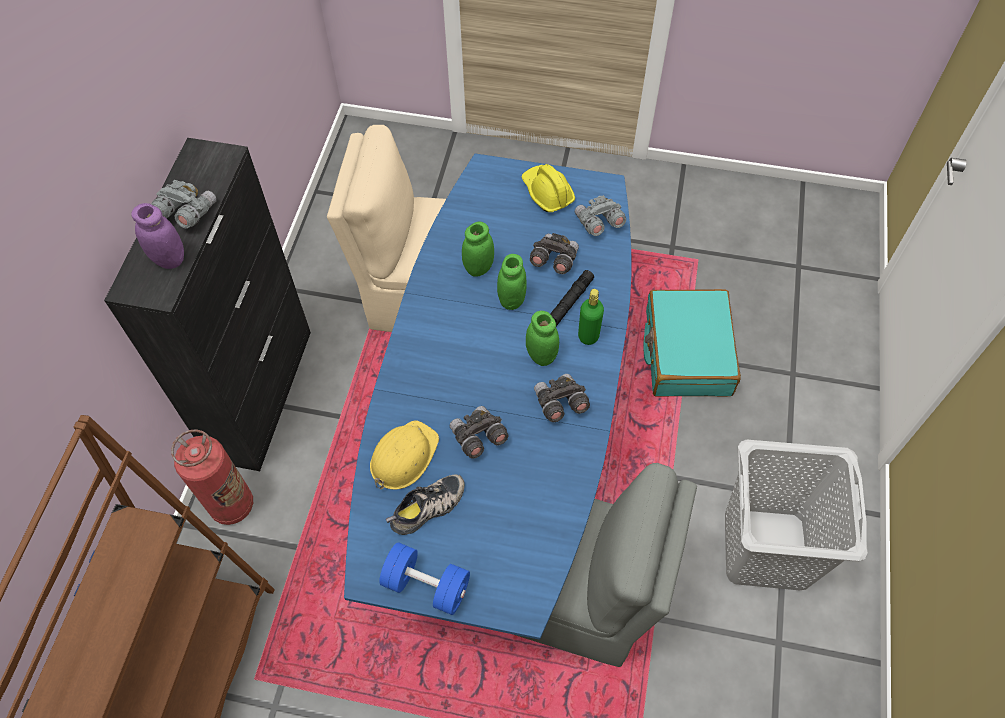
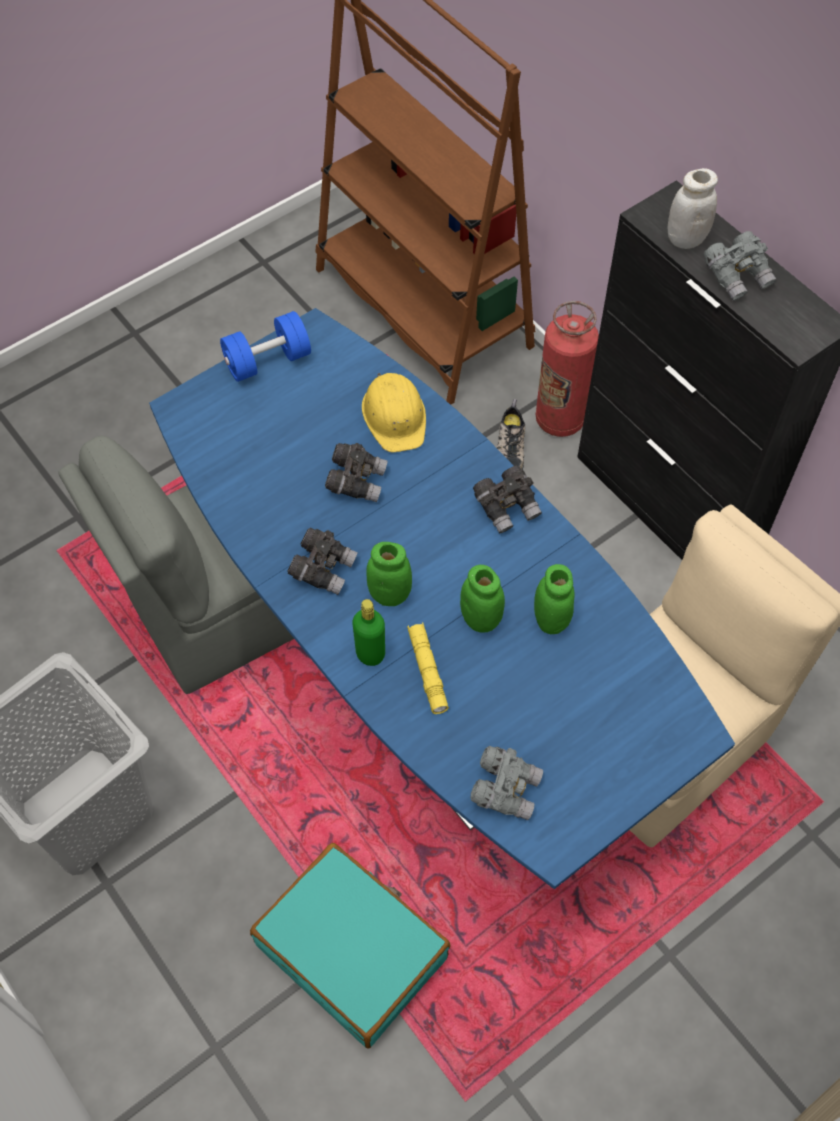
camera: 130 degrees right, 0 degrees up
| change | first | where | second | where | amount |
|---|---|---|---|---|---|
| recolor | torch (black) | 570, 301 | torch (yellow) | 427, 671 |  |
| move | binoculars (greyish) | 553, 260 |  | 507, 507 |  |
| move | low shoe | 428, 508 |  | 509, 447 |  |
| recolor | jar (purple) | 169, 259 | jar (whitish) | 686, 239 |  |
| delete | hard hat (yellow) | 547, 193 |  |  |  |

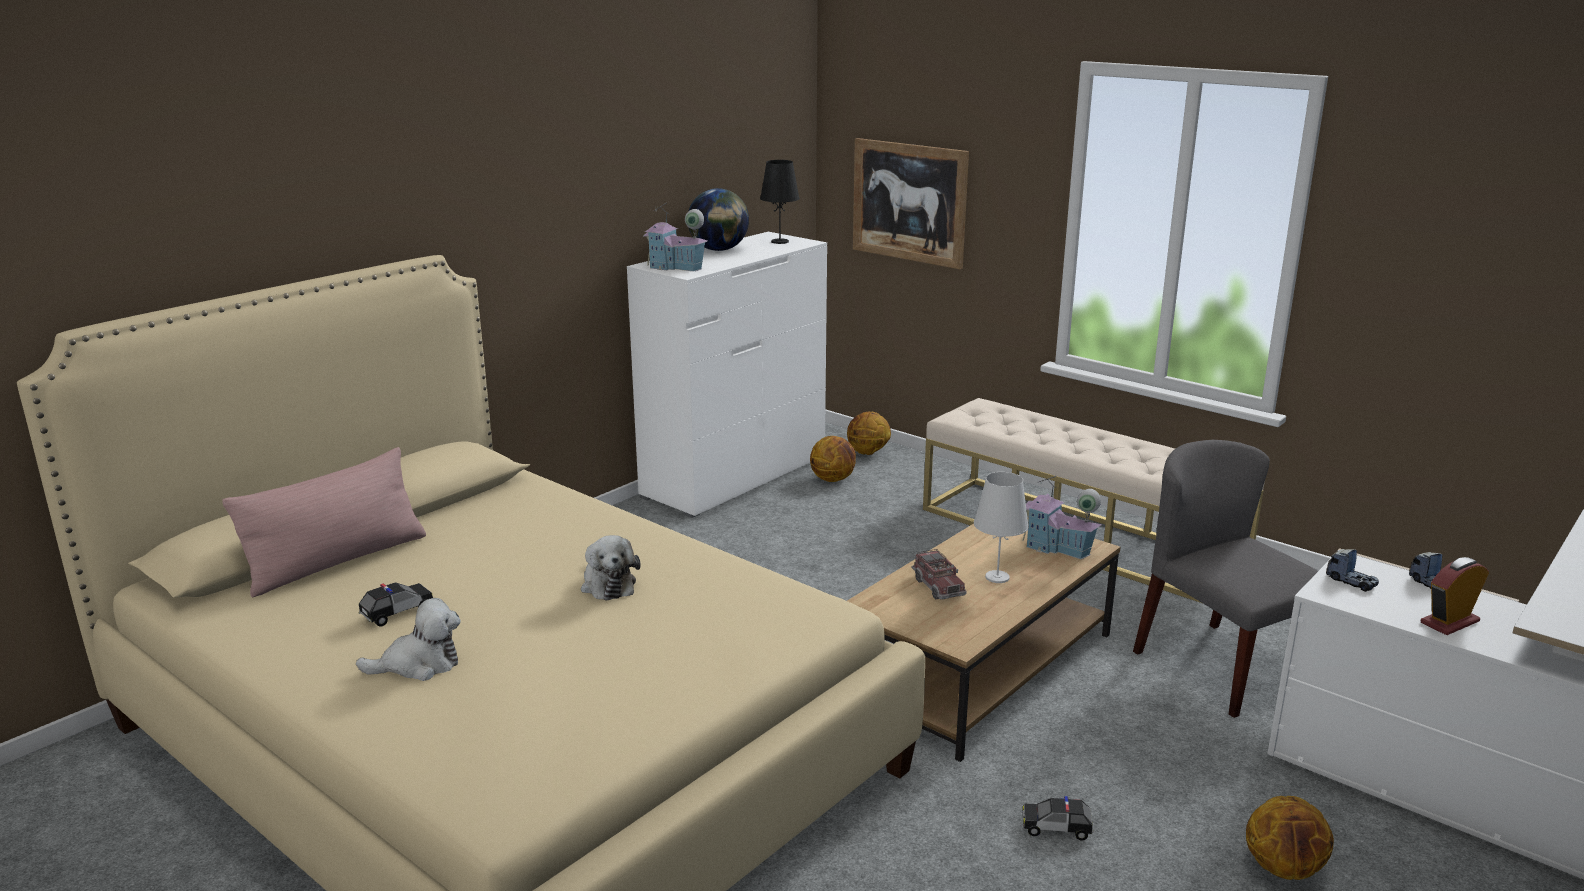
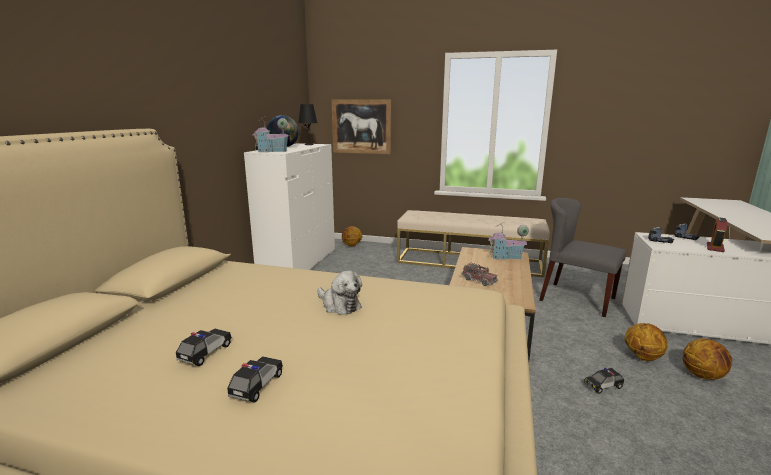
camera: 25 degrees left, 5 degrees down
| change | first | where | second | where | amount |
|---|---|---|---|---|---|
| replace | soft toy | 419, 665 | toy car | 256, 386 |  |
| move | basketball ball | 833, 479 |  | 642, 357 |  |
| delete | pillow (pink-coloured) | 337, 561 |  |  |  |
| delete | table lamp (whitish) | 997, 577 |  |  |  |

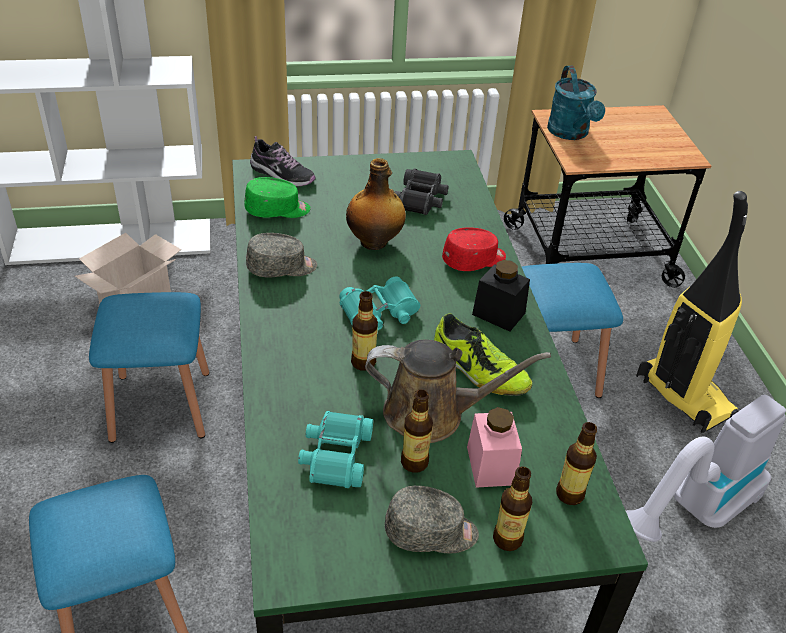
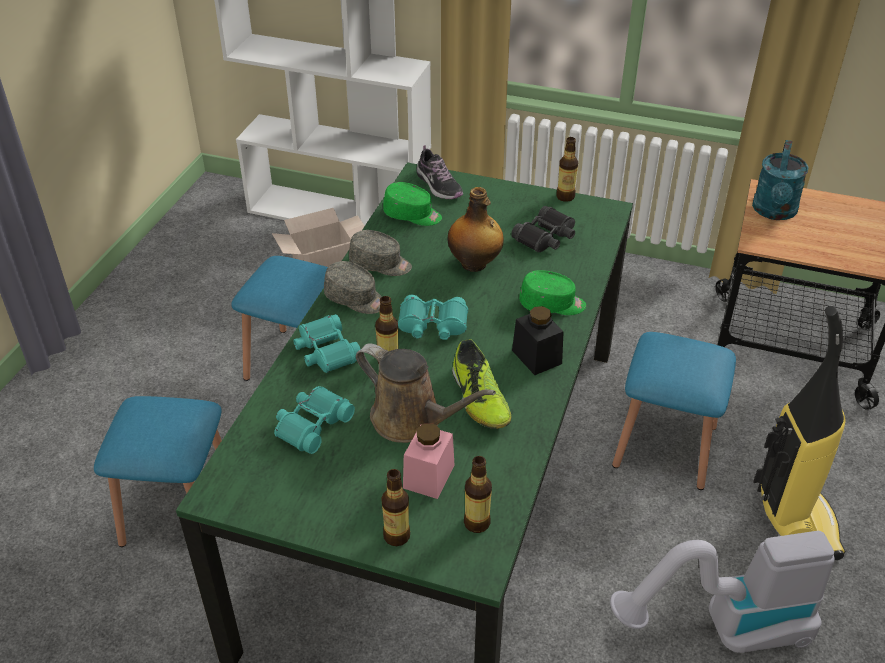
camera: 30 degrees right, 0 degrees up
| change | first | where | second | where | amount |
|---|---|---|---|---|---|
| insert |  |  | binoculars (blue-green) | 326, 351 |  |
| move | cap (greyish) | 431, 532 |  | 355, 299 |  |
| recolor | cap (reddish) | 474, 260 | cap (green) | 552, 304 |  |
| move | beverage bottle | 414, 462 |  | 565, 197 |  |

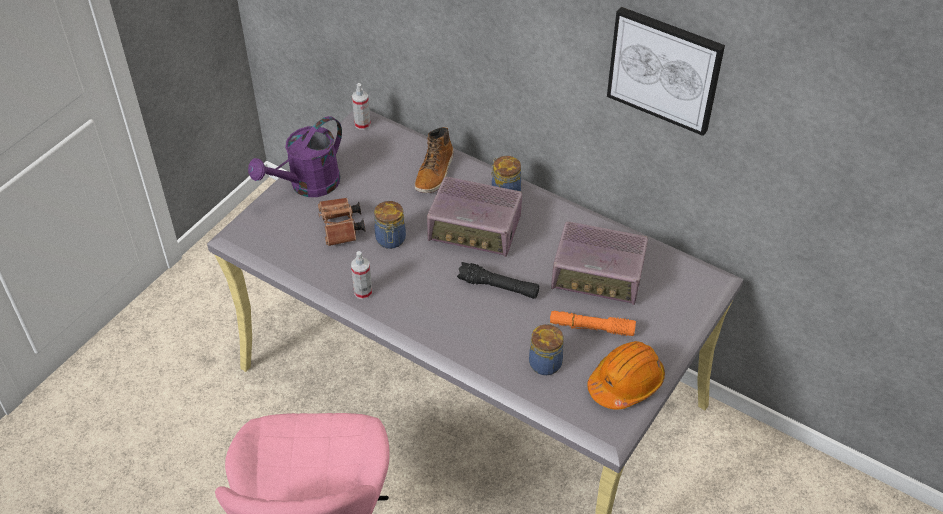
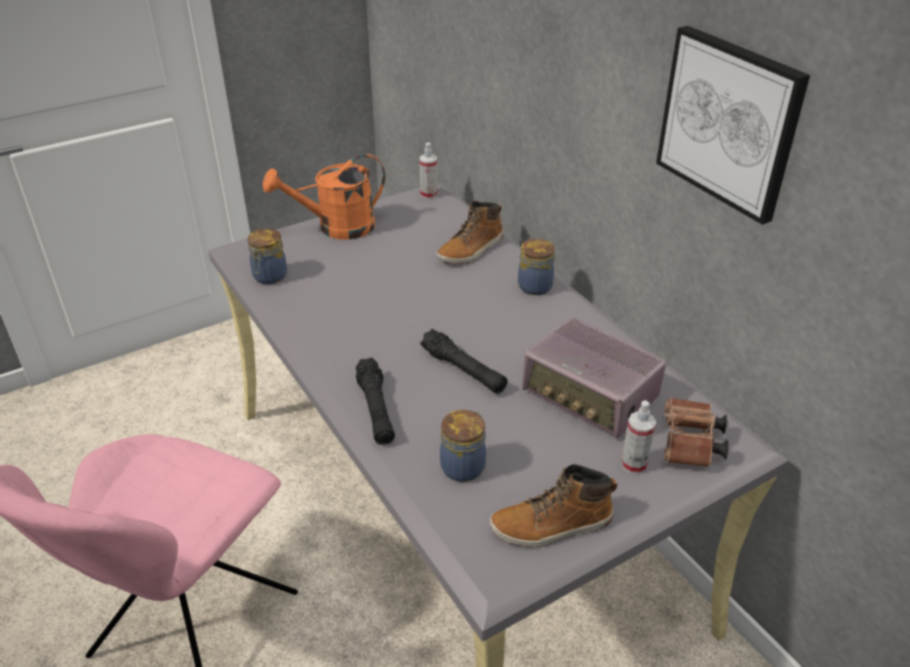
camera: 25 degrees right, 10 degrees down
| change | first | where | second | where | amount |
|---|---|---|---|---|---|
| move | jar | 390, 240 |  | 269, 277 |  |
| recolor | sprinkling can (purple) | 307, 186 | sprinkling can (orange-coloured) | 336, 228 |  |
| insert |  |  | torch (black) | 376, 409 |  |
| replace | hard hat (orange-coloured) | 626, 383 | high-top boot | 552, 526 |  |
| move | sprayer | 363, 292 |  | 634, 464 |  |
| move | binoculars (brown) | 341, 229 |  | 690, 445 |  |
| delete | radio set | 475, 230 |  |  |  |
| delete | torch (orange-coloured) | 591, 327 |  |  |  |

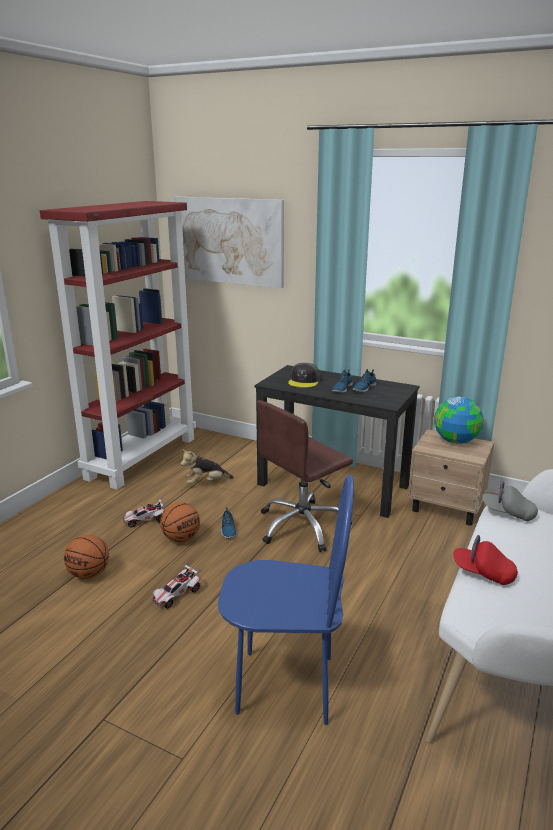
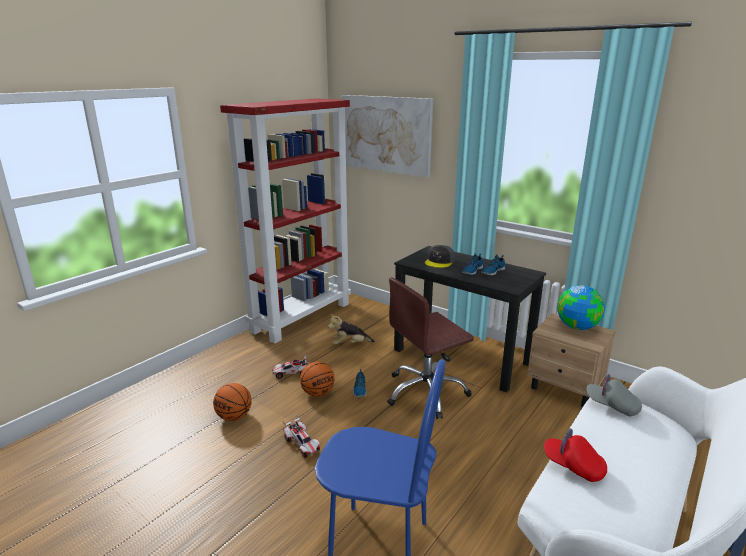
camera: 10 degrees right, 0 degrees up
| change | first | where | second | where | amount |
|---|---|---|---|---|---|
| rotate | toy car | 177, 595 |  | 302, 445 | 90 degrees counterclockwise |

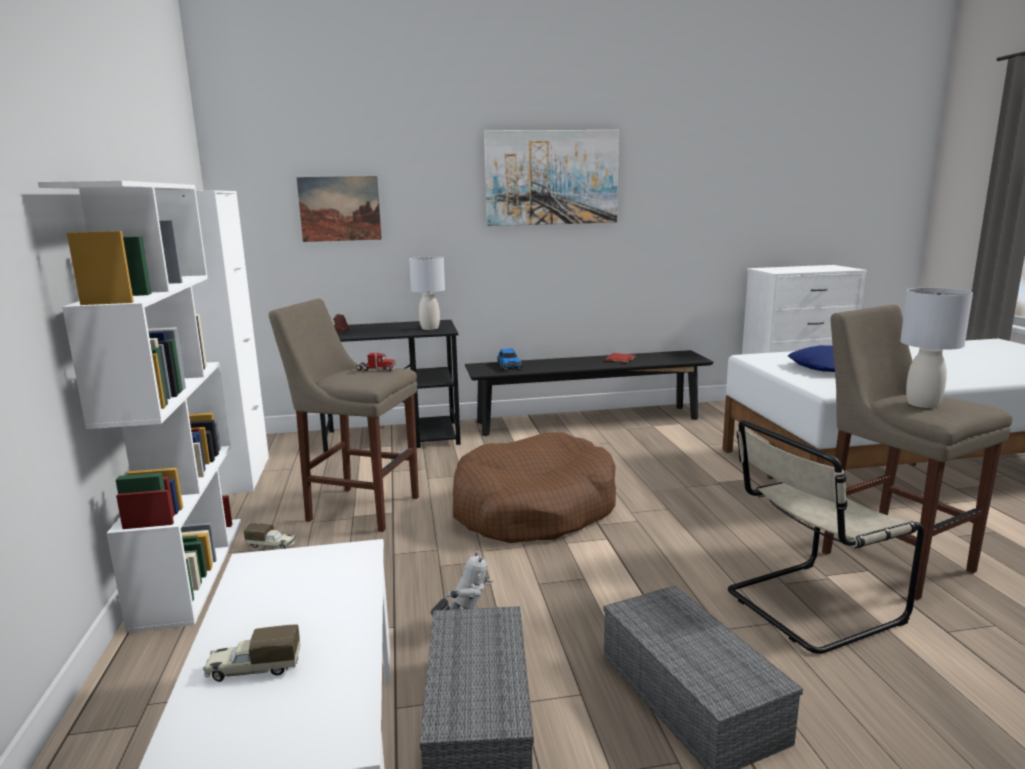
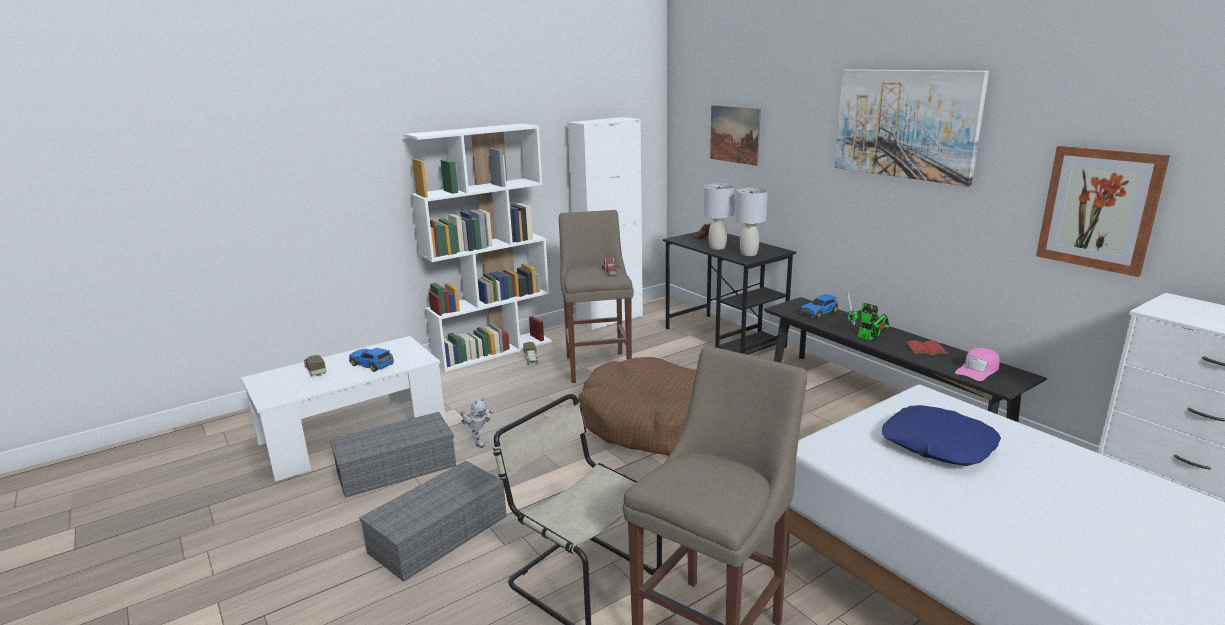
camera: 65 degrees right, 5 degrees up
| change | first | where | second | where | amount |
|---|---|---|---|---|---|
| insert |  |  | toy car | 372, 364 |  |
| move | table lamp (greyish) | 923, 404 |  | 717, 247 |  |
| insert |  |  | robot figure | 867, 338 |  |
| insert |  |  | cap (pink-coloured) | 978, 370 |  |
| insert |  |  | picture | 1099, 209 |  |

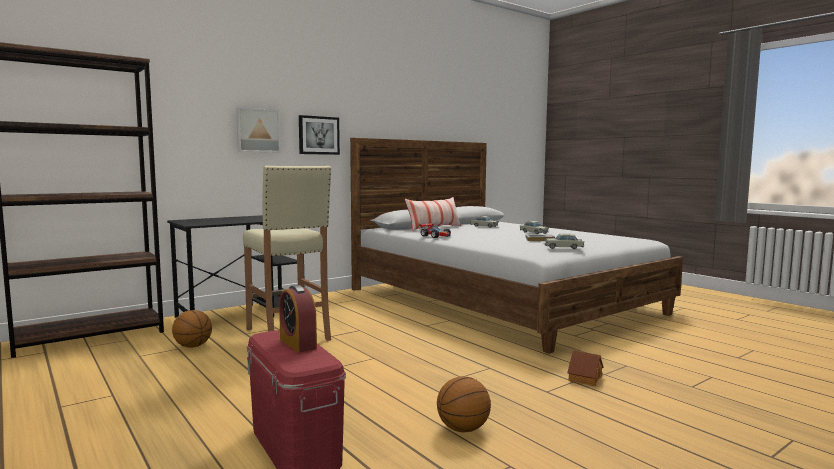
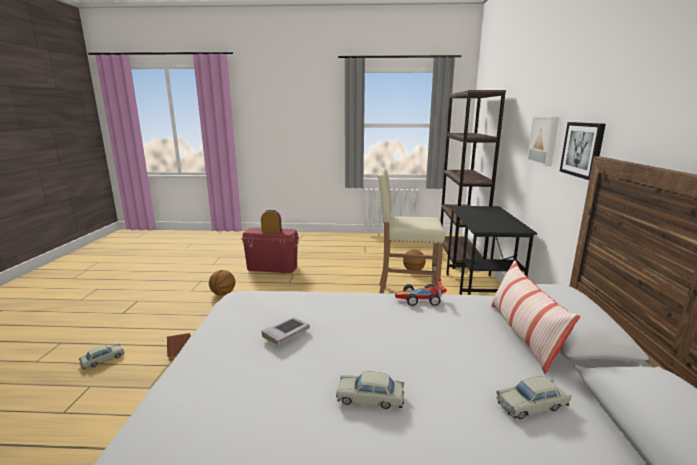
camera: 130 degrees right, 10 degrees up
| change | first | where | second | where | amount |
|---|---|---|---|---|---|
| move | toy car (beige-coloured) | 563, 247 |  | 103, 360 |  |

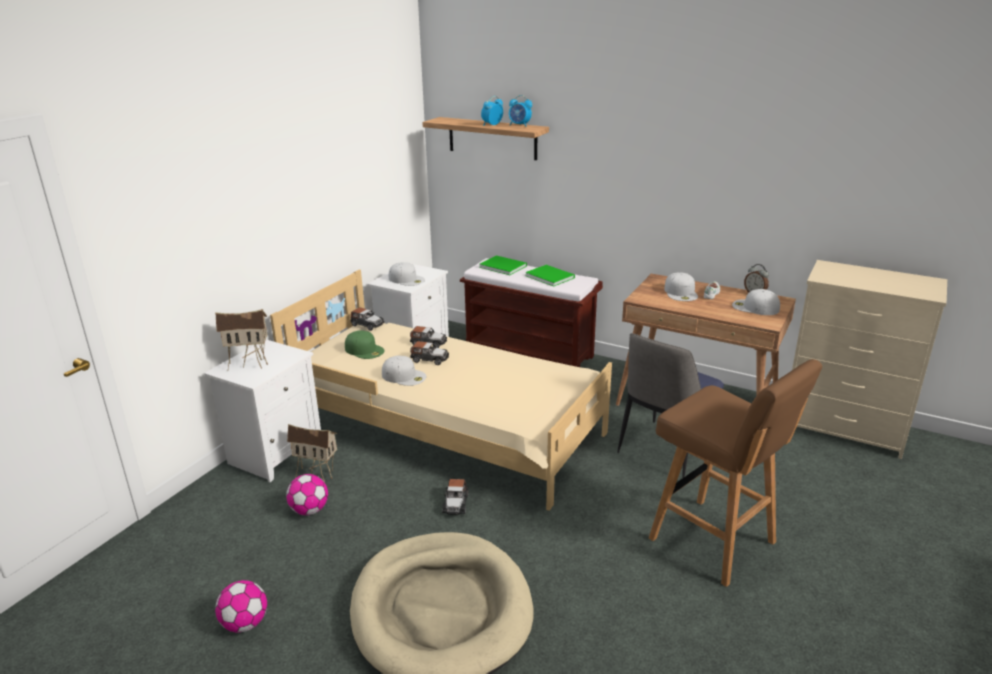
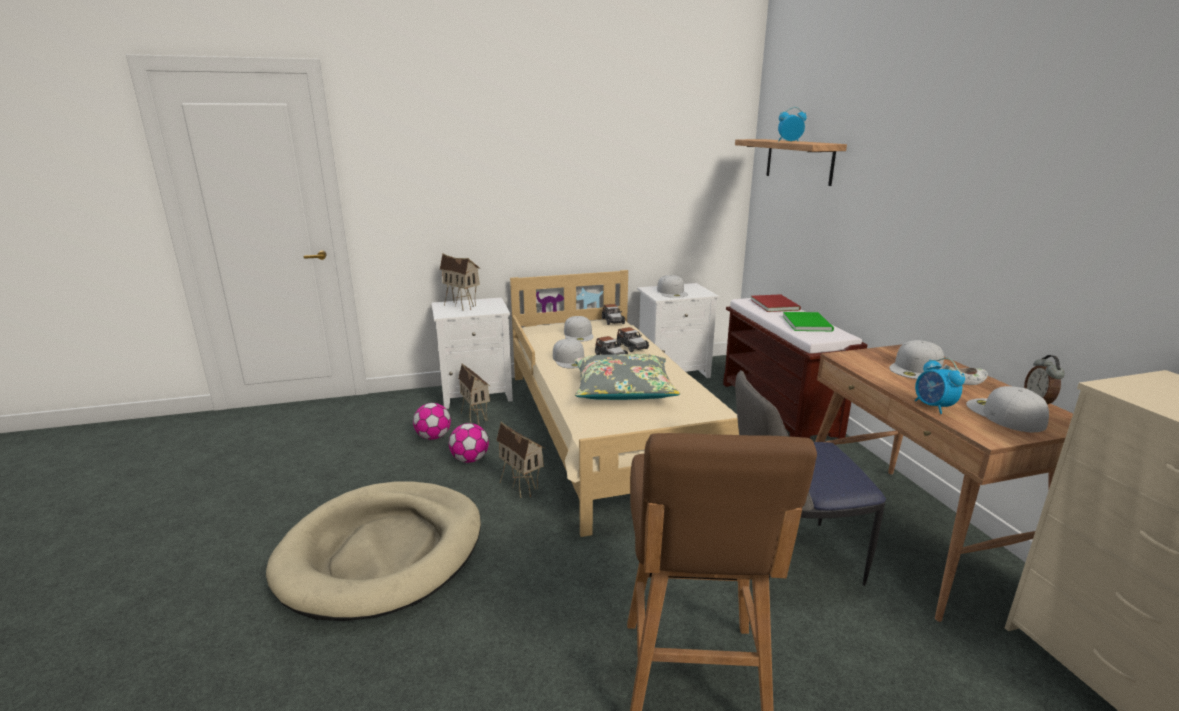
camera: 45 degrees right, 5 degrees down
| change | first | where | second | where | amount |
|---|---|---|---|---|---|
| move | ball for football | 245, 624 |  | 470, 459 |  |
| replace | toy car | 455, 504 | toy house | 521, 487 |  |
| recolor | cap (green) | 365, 350 | cap (whitish) | 579, 334 |  |
| insert |  |  | pillow (greyish) | 623, 389 |  |
| recolor | book (green) | 502, 266 | book (reddish) | 775, 304 |  |
| move | alarm clock | 519, 125 |  | 933, 407 |  |

